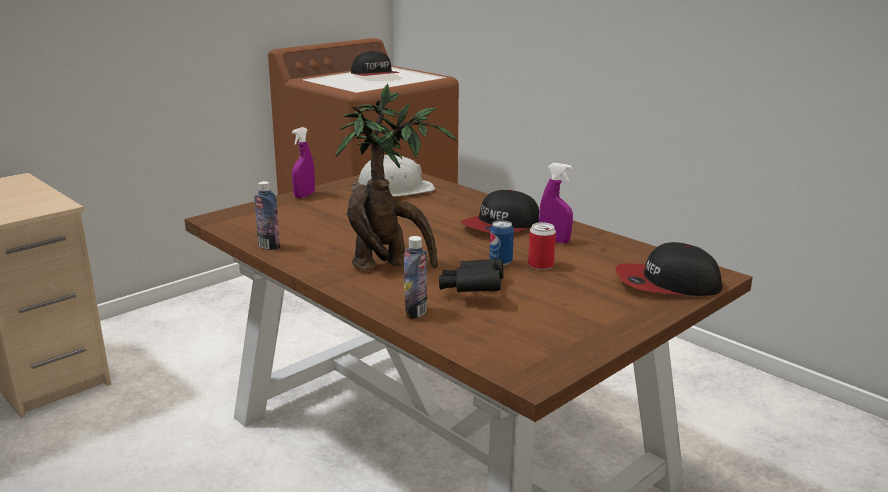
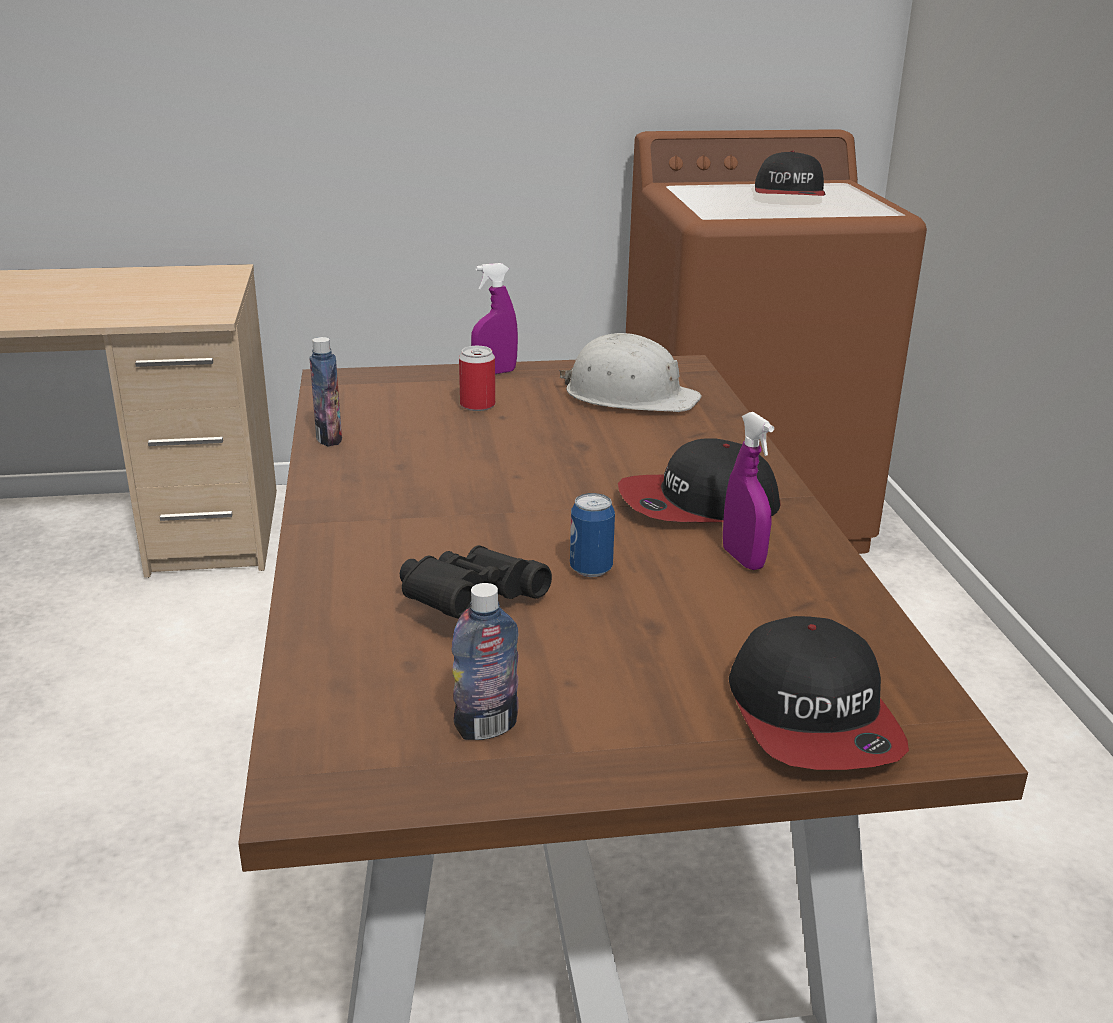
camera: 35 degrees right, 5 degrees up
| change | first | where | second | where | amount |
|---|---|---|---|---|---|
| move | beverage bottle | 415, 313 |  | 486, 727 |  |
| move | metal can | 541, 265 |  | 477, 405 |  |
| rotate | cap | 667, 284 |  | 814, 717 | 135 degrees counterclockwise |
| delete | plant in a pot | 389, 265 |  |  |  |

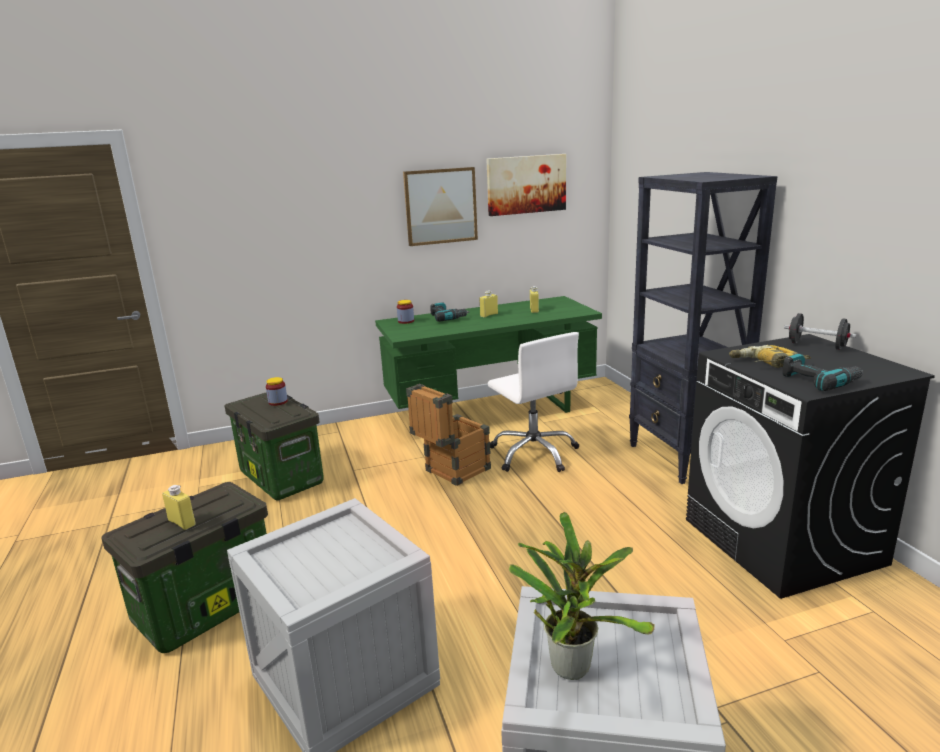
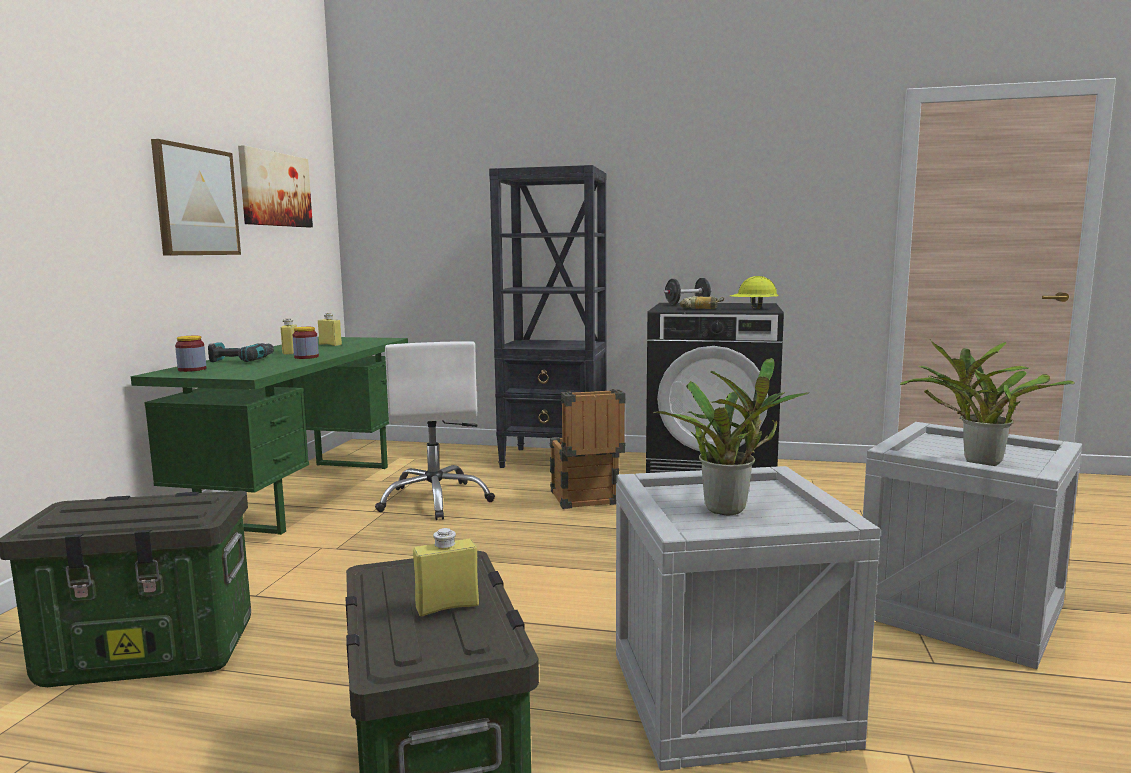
camera: 60 degrees left, 10 degrees down
| change | first | where | second | where | amount |
|---|---|---|---|---|---|
| move | jar | 278, 402 |  | 306, 357 |  |
| rotate | computer chair (whitish) | 534, 453 |  | 435, 500 | 75 degrees clockwise |
| move | packing crate | 451, 472 |  | 585, 501 |  |
| insert |  |  | plant in a pot | 730, 509 |  |
| replace | electric drill | 819, 381 | hard hat (yellow) | 753, 308 |  |

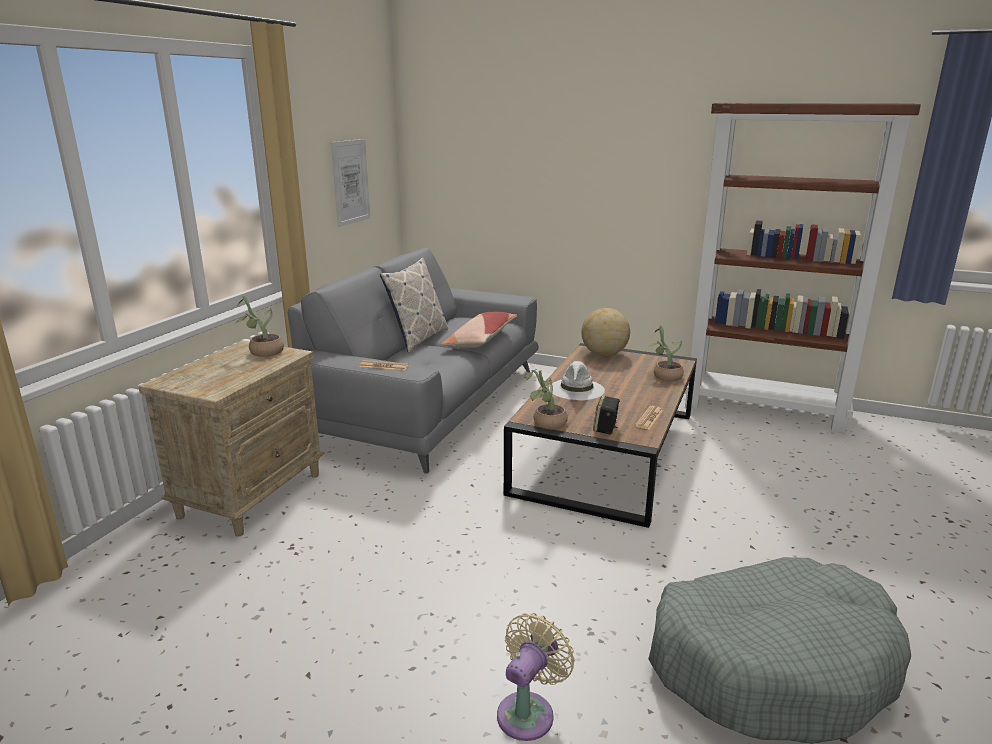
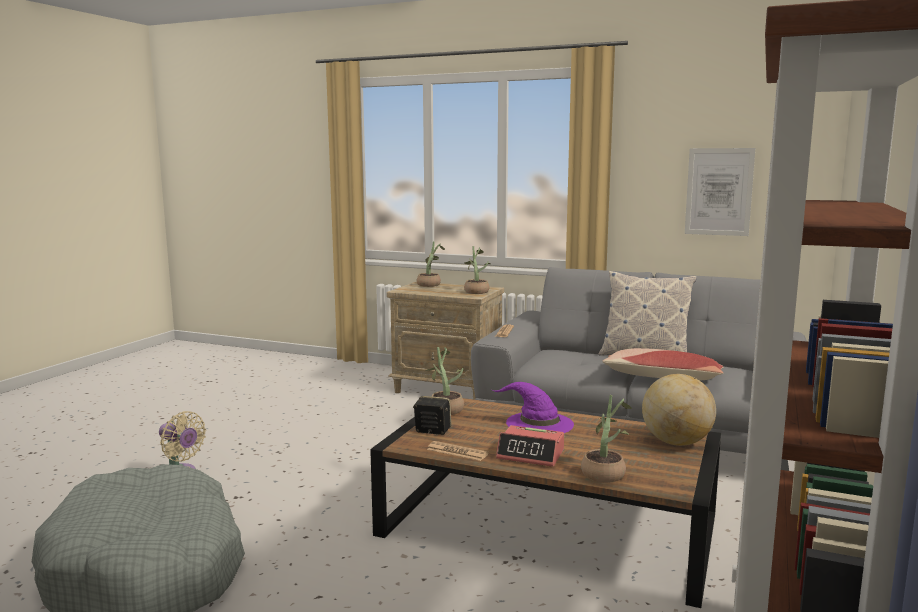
camera: 90 degrees right, 10 degrees down
| change | first | where | second | where | amount |
|---|---|---|---|---|---|
| insert |  |  | plant in a pot | 430, 284 |  |
| recolor | hat (whitish) | 577, 389 | hat (purple) | 538, 423 |  |
| insert |  |  | alarm clock | 531, 454 |  |

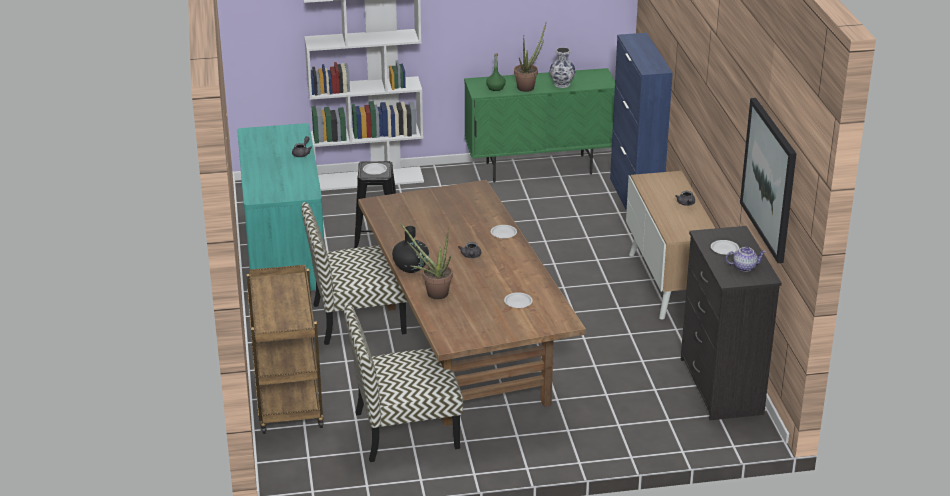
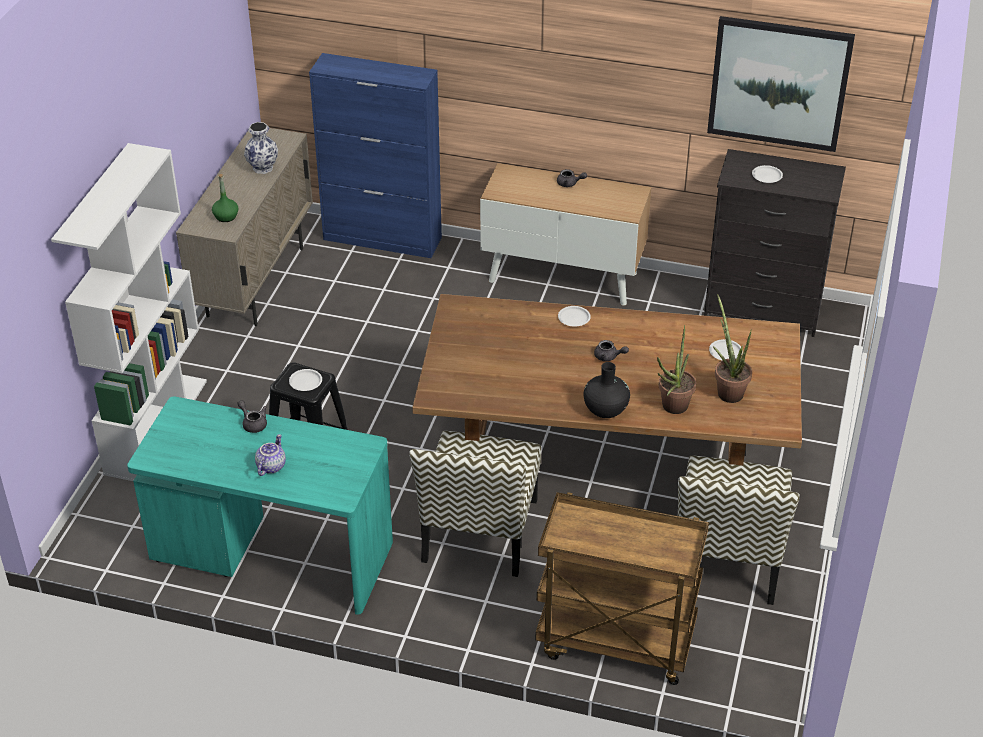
camera: 65 degrees left, 10 degrees up
| change | first | where | second | where | amount |
|---|---|---|---|---|---|
| recolor | cabinet (green) | 539, 168 | cabinet (beige-coloured) | 256, 282 |  |
| move | teapot | 744, 267 |  | 270, 466 |  |
| move | plant in a pot | 528, 87 |  | 727, 390 |  |

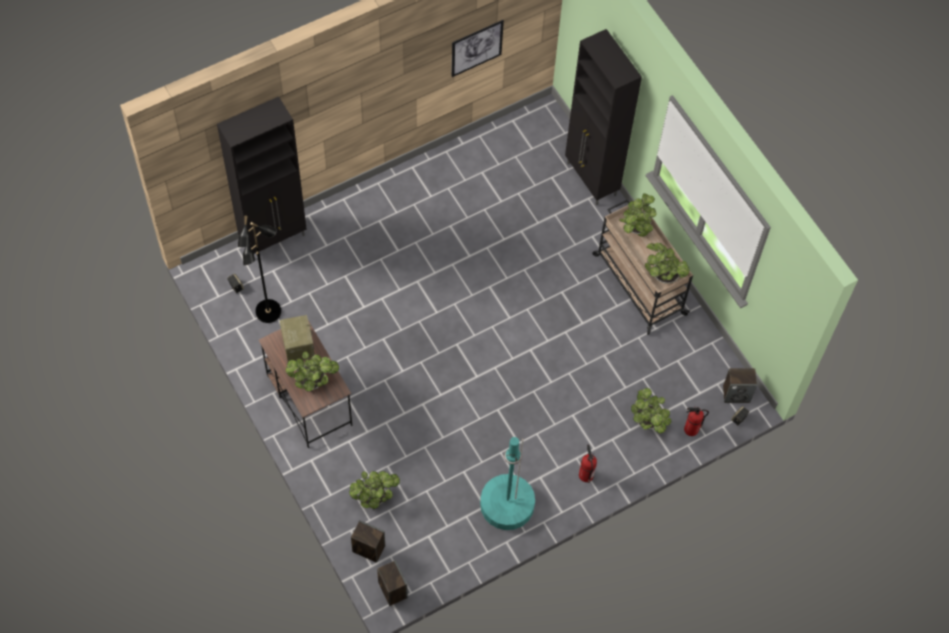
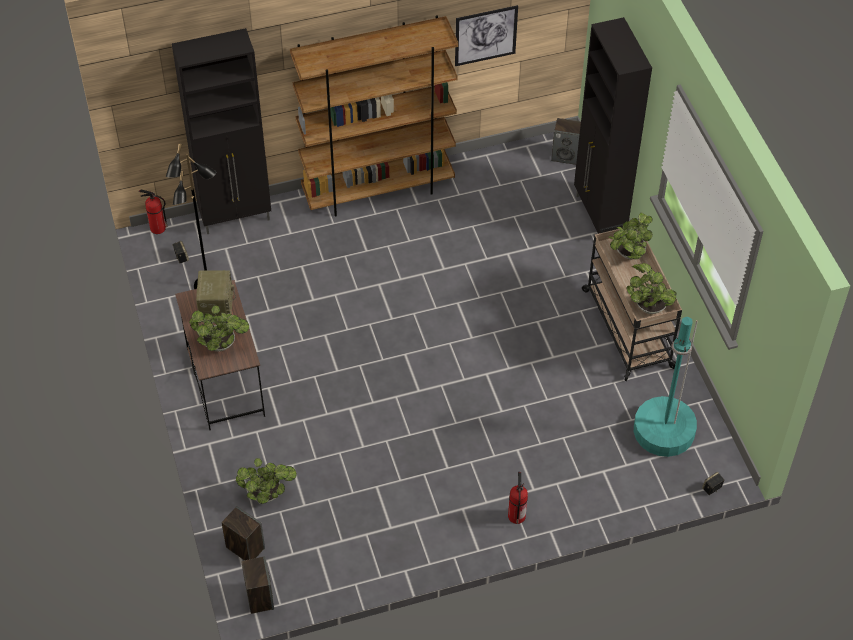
camera: 15 degrees right, 10 degrees down
| change | first | where | second | where | amount |
|---|---|---|---|---|---|
| move | fire extinguisher | 690, 429 |  | 157, 228 |  |
| insert |  |  | bookshelf (brown) | 378, 190 |  |
| move | loudspeaker | 736, 394 |  | 566, 156 |  |
| move | standing lamp (blue-green) | 507, 505 |  | 663, 431 |  |
| delete | plant in a pot | 648, 422 |  |  |  |

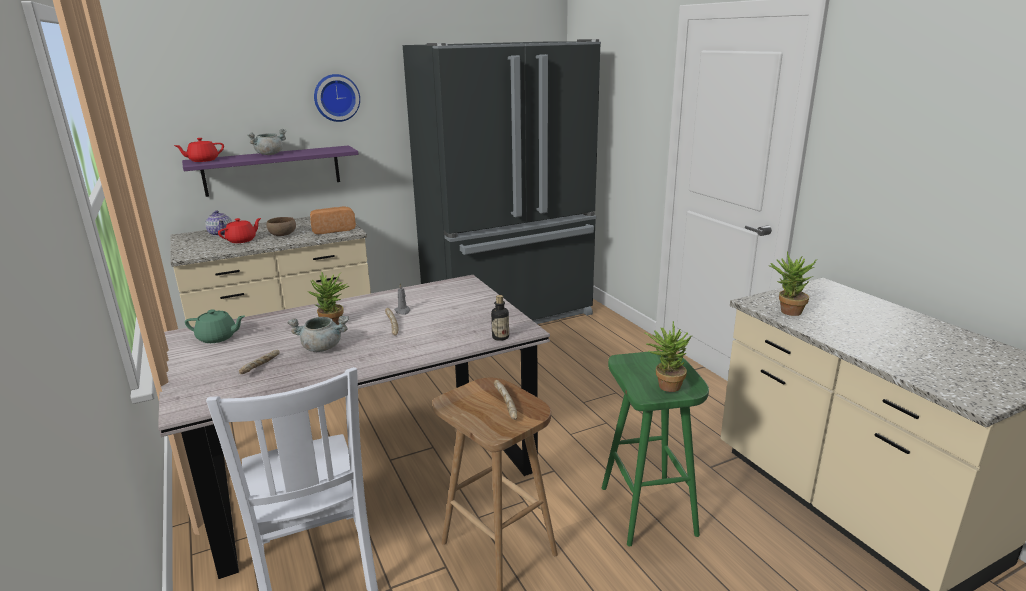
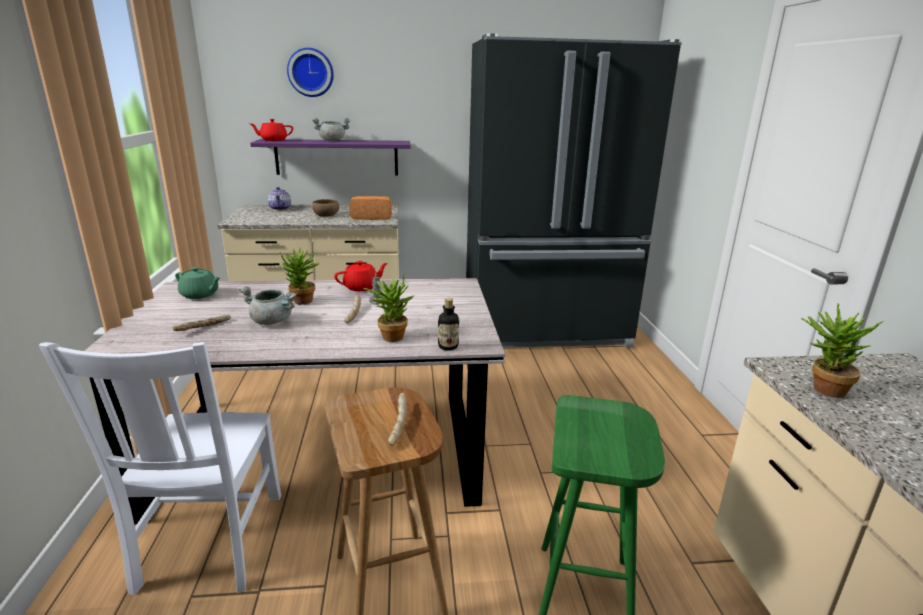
camera: 20 degrees right, 0 degrees up
| change | first | where | second | where | amount |
|---|---|---|---|---|---|
| move | clock on the wall | 336, 97 |  | 311, 72 |  |
| move | teapot (reddish) | 242, 240 |  | 362, 287 |  |
| move | plant in a pot | 665, 385 |  | 390, 335 |  |

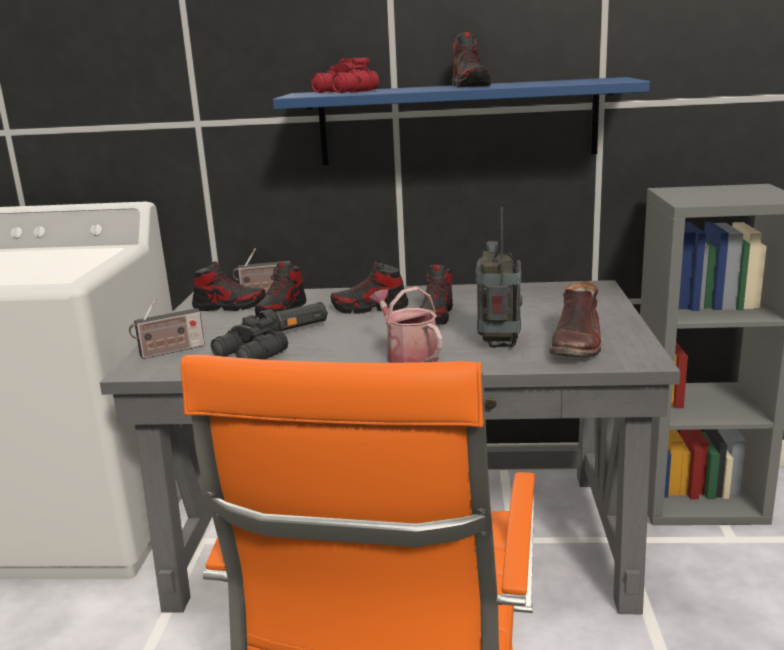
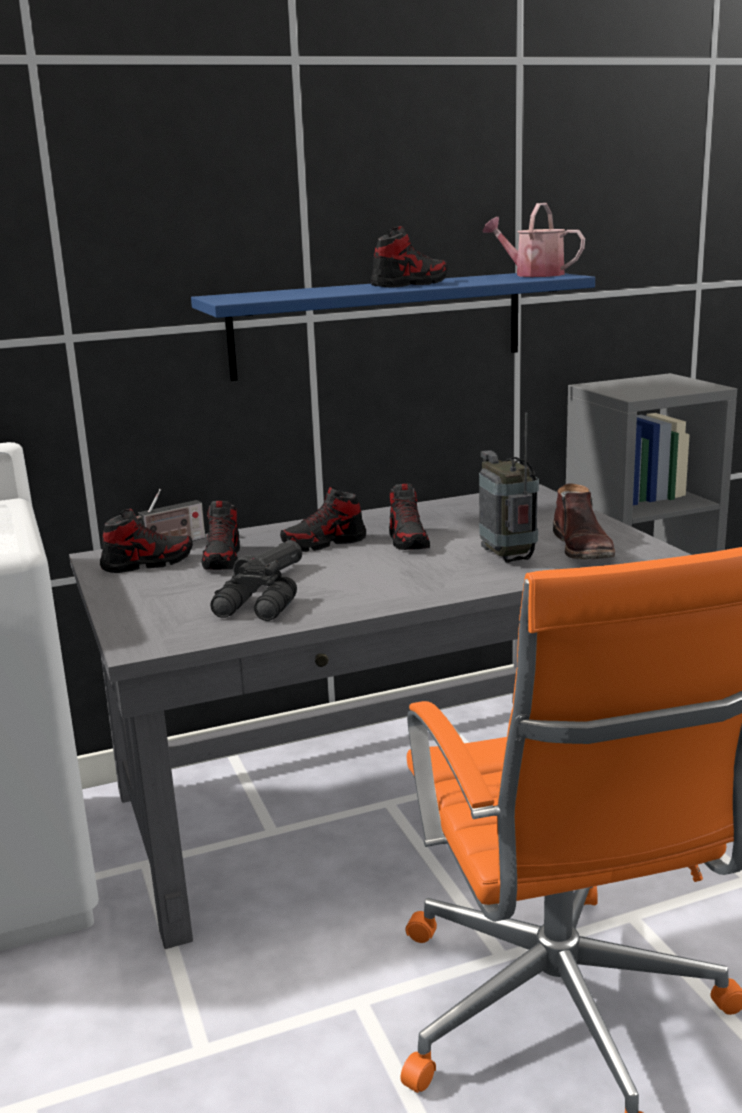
camera: 25 degrees left, 0 degrees up
| change | first | where | second | where | amount |
|---|---|---|---|---|---|
| rotate | low shoe | 470, 86 |  | 410, 284 | 90 degrees counterclockwise |
| move | sprinkling can | 408, 357 |  | 533, 275 |  |
| delete | radio set | 169, 351 |  |  |  |
| delete | binoculars (reddish) | 345, 92 |  |  |  |

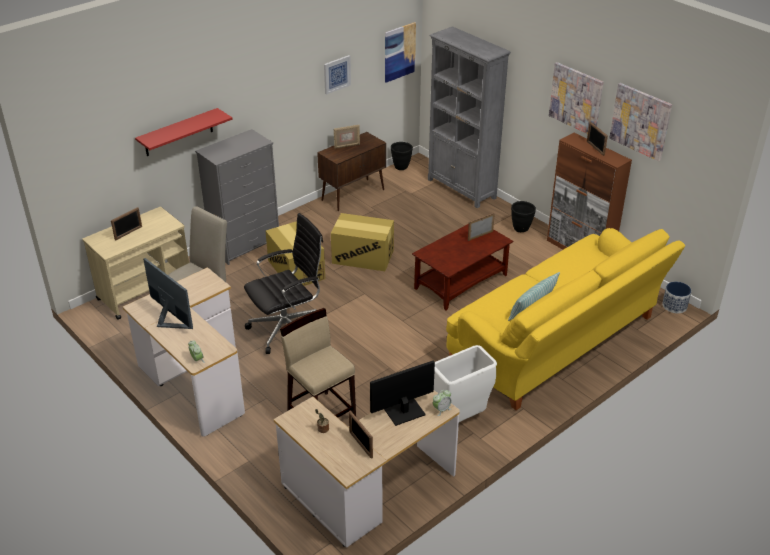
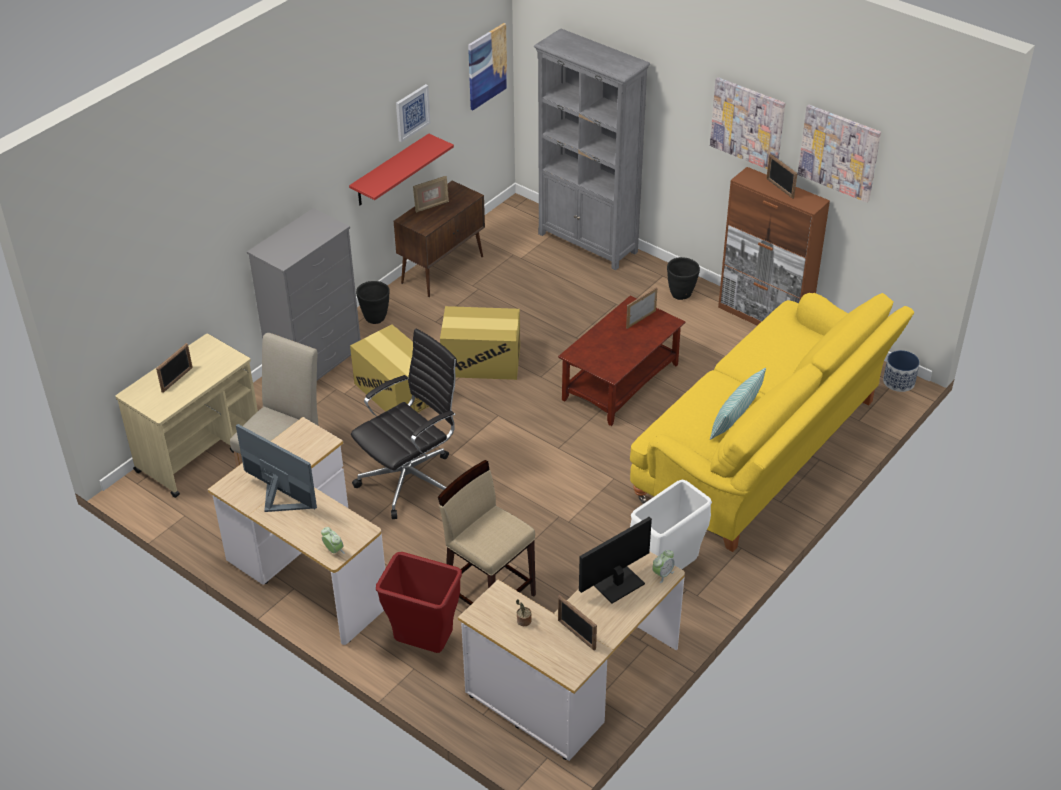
camera: 10 degrees left, 5 degrees up
| change | first | where | second | where | amount |
|---|---|---|---|---|---|
| move | bracket shelf (reddish) | 178, 132 |  | 390, 171 |  |
| move | flower pot (black) | 401, 167 |  | 375, 318 |  |
| insert |  |  | rubbish bin (reddish) | 423, 645 |  |

